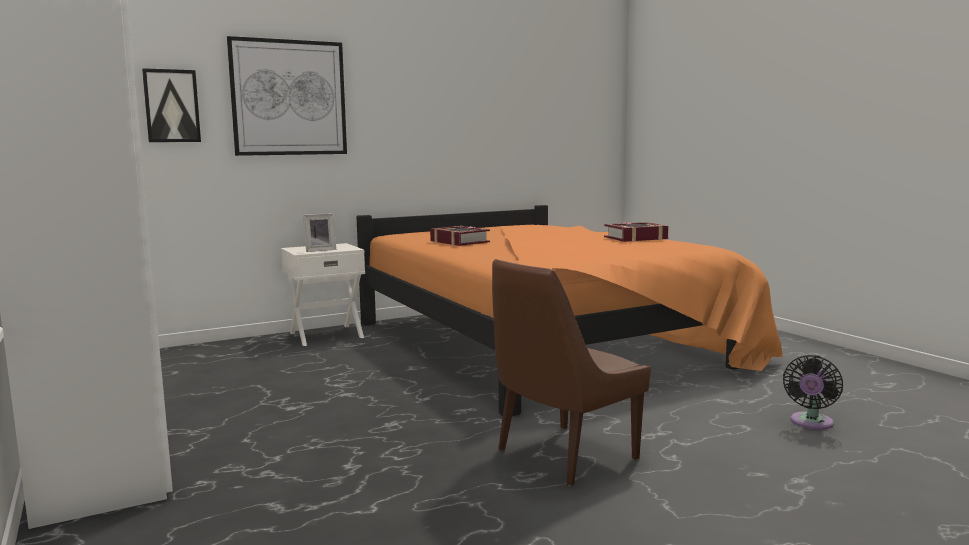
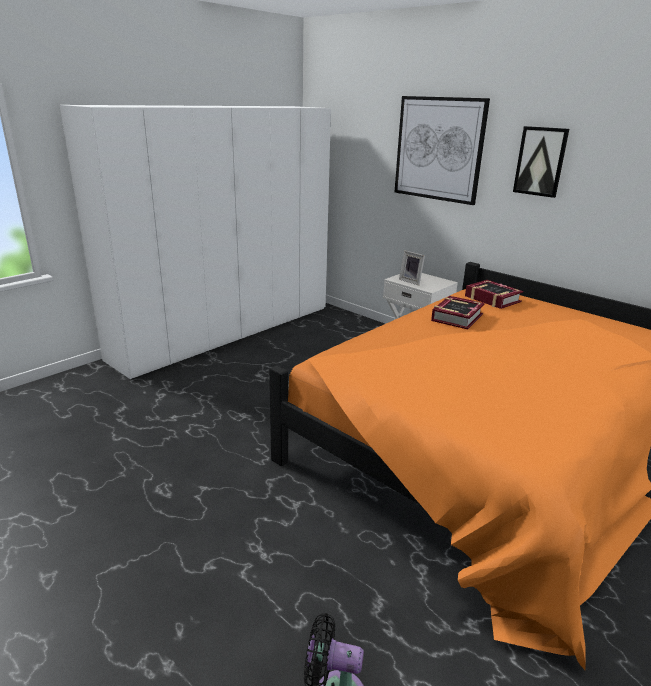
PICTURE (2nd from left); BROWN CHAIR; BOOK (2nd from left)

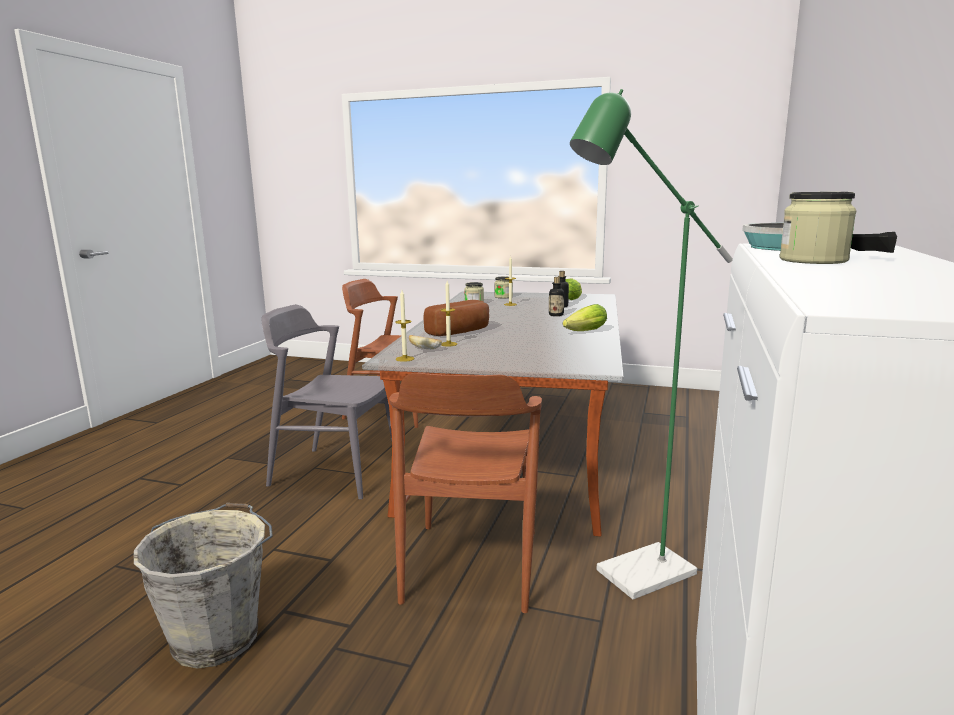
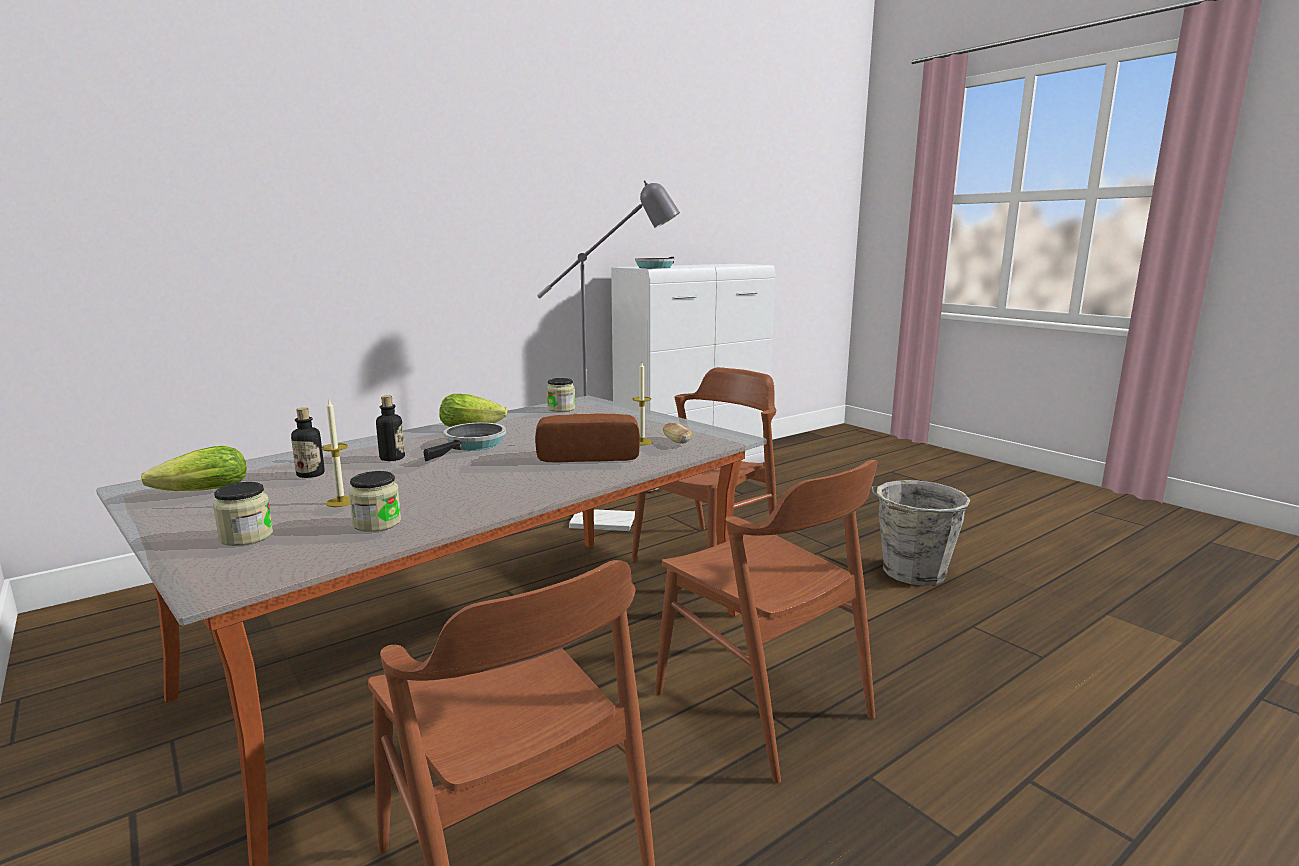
BROWN CHAIR (3rd from left); CANDLE (1st from left in the first image); GREY FLOOR LAMP; JAR (3rd from left); FRYING PAN (1st from left)

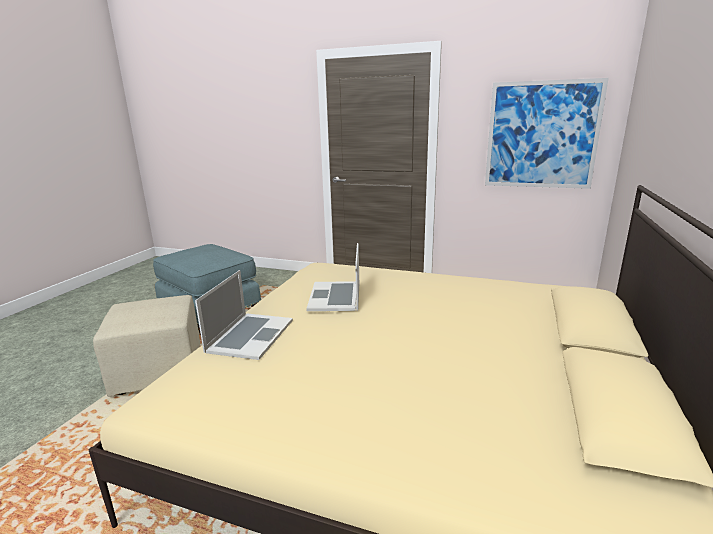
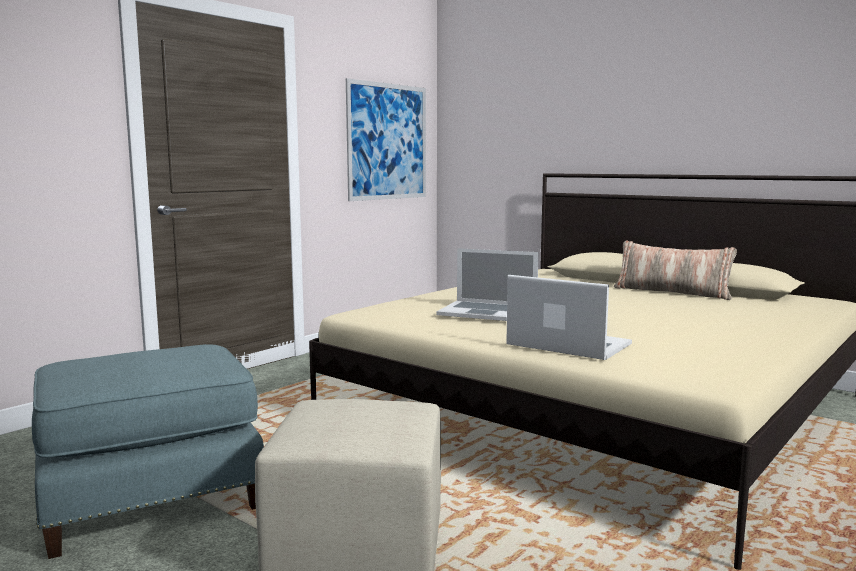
PILLOW

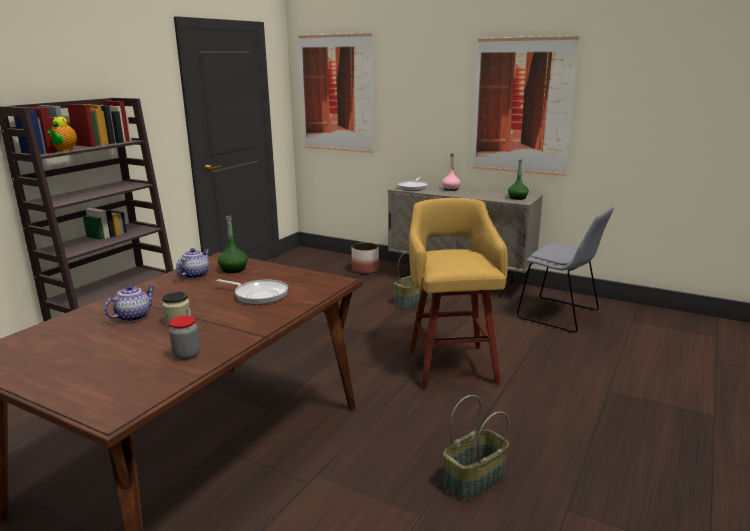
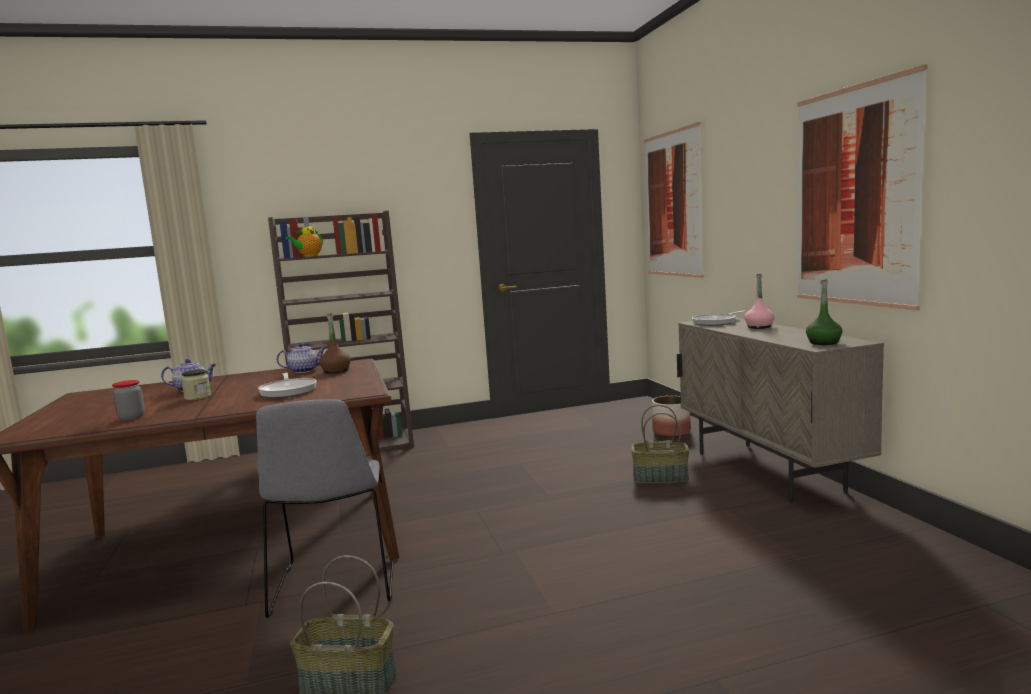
BROWN BOTTLE; YELLOW STOOL; GREY CHAIR

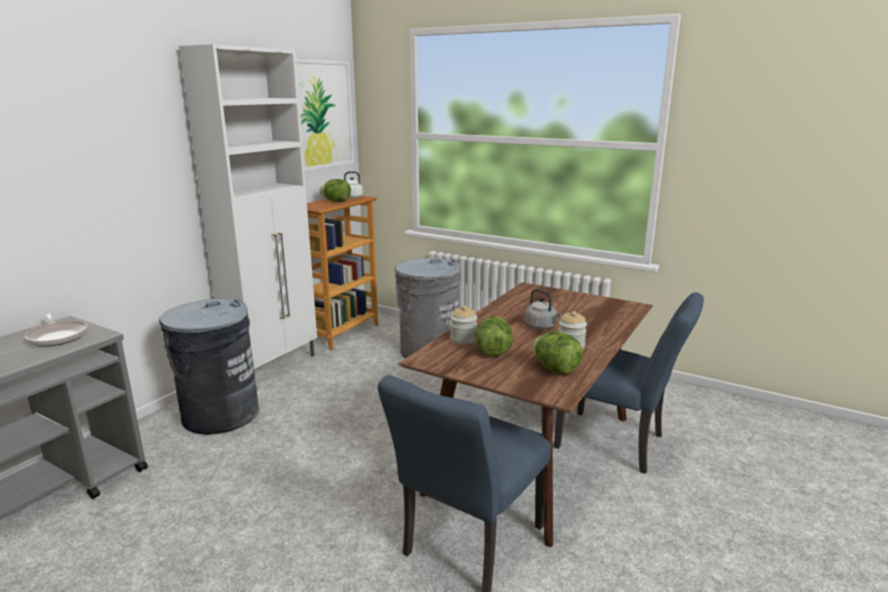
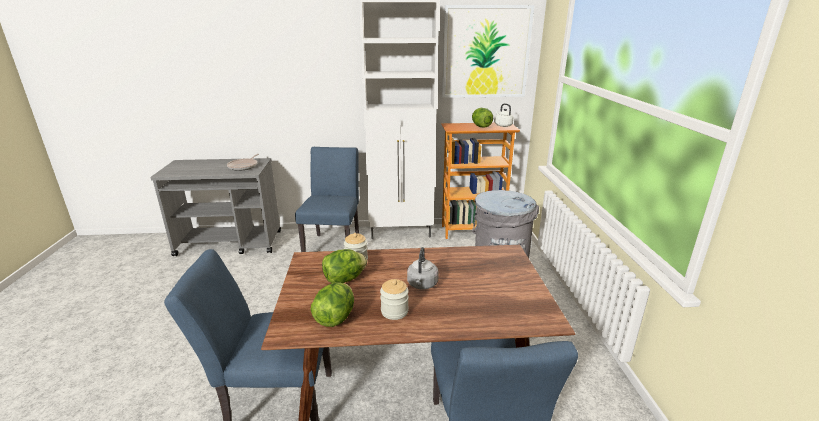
BLUE CHAIR (2nd from left)

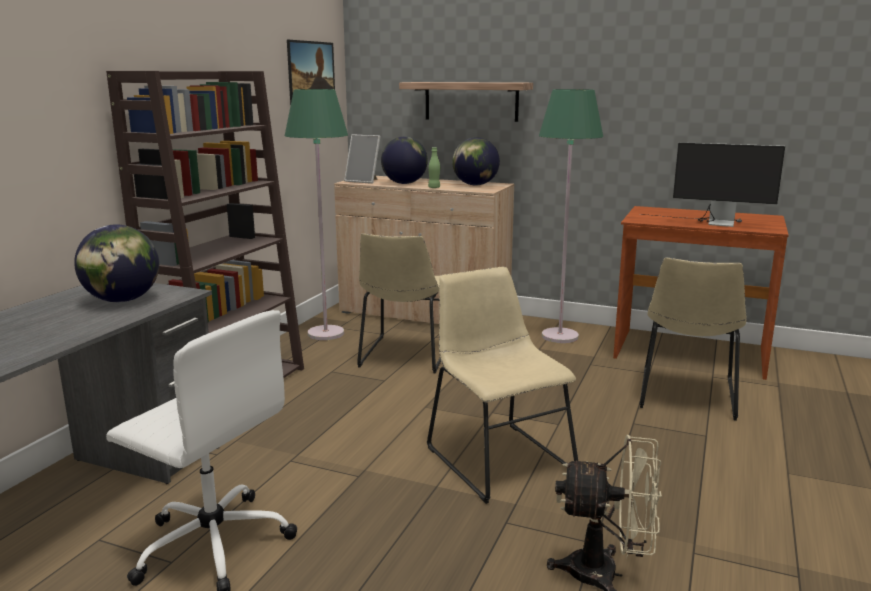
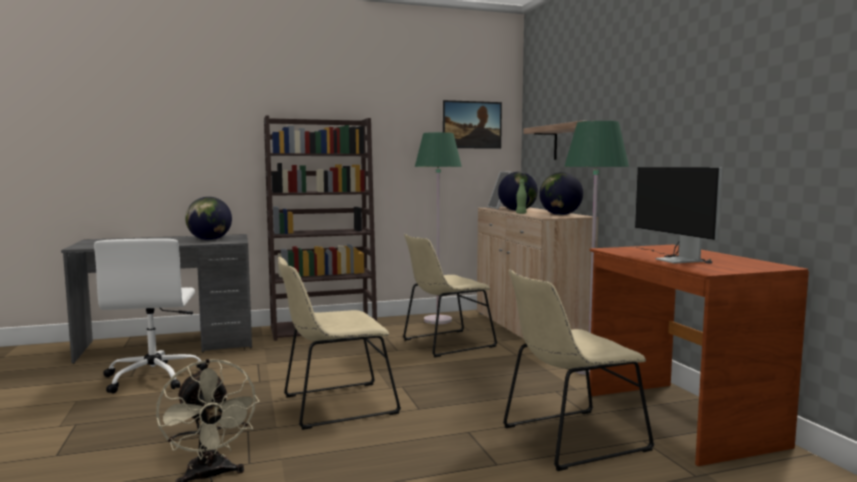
BEIGE CHAIR (1st from left)

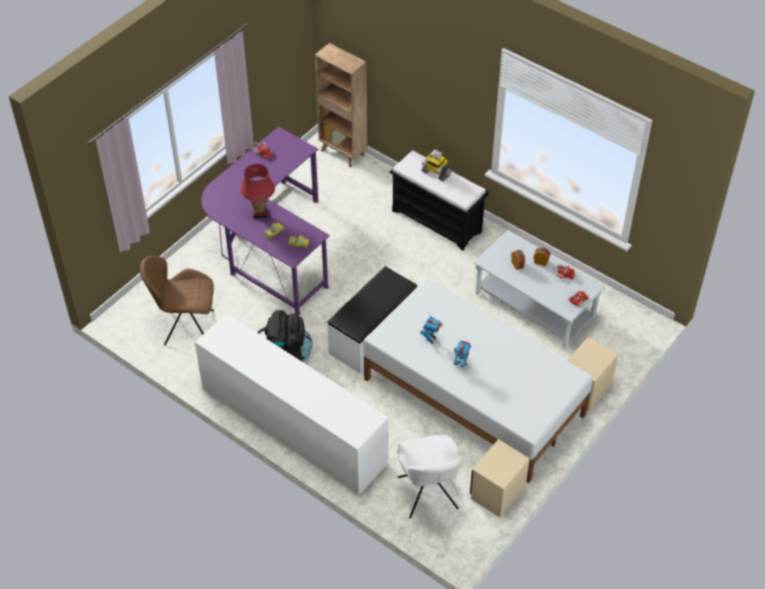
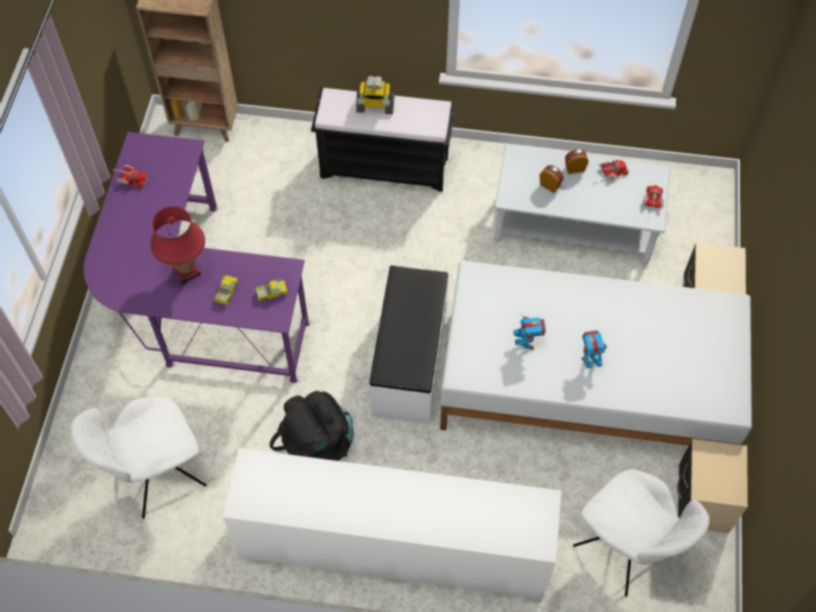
WHITE CHAIR (1st from left)

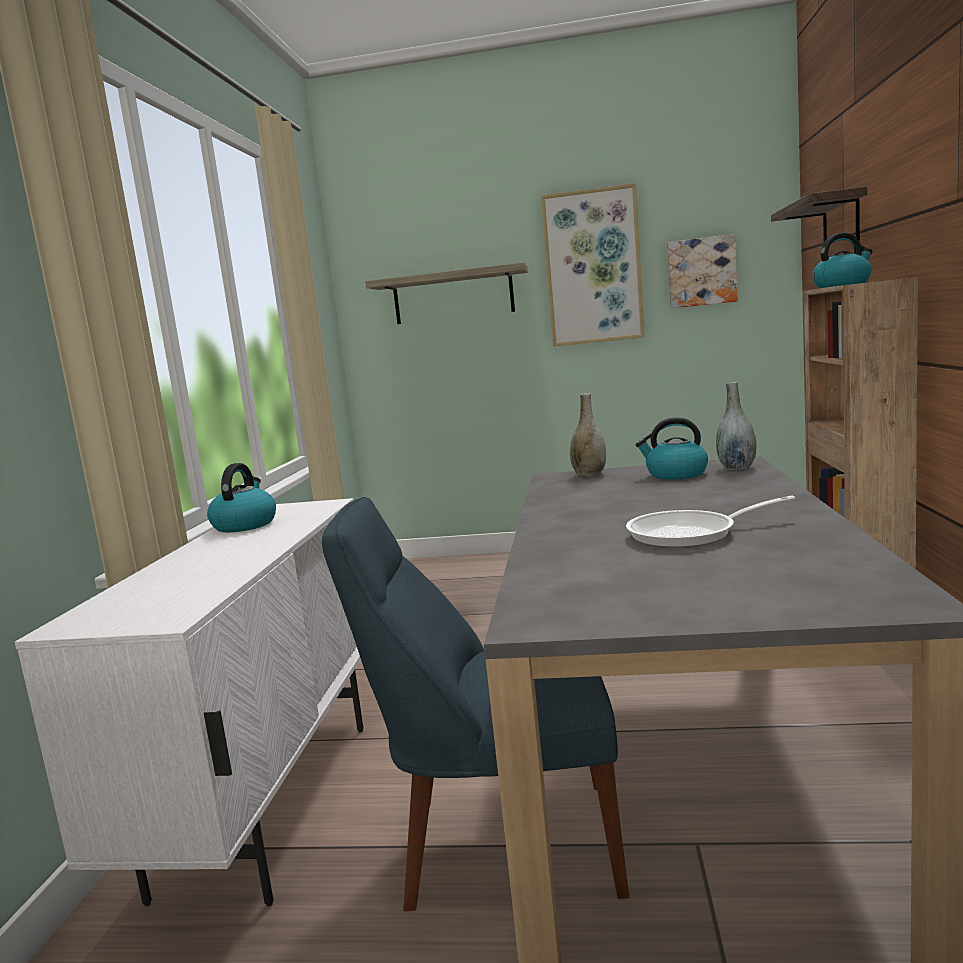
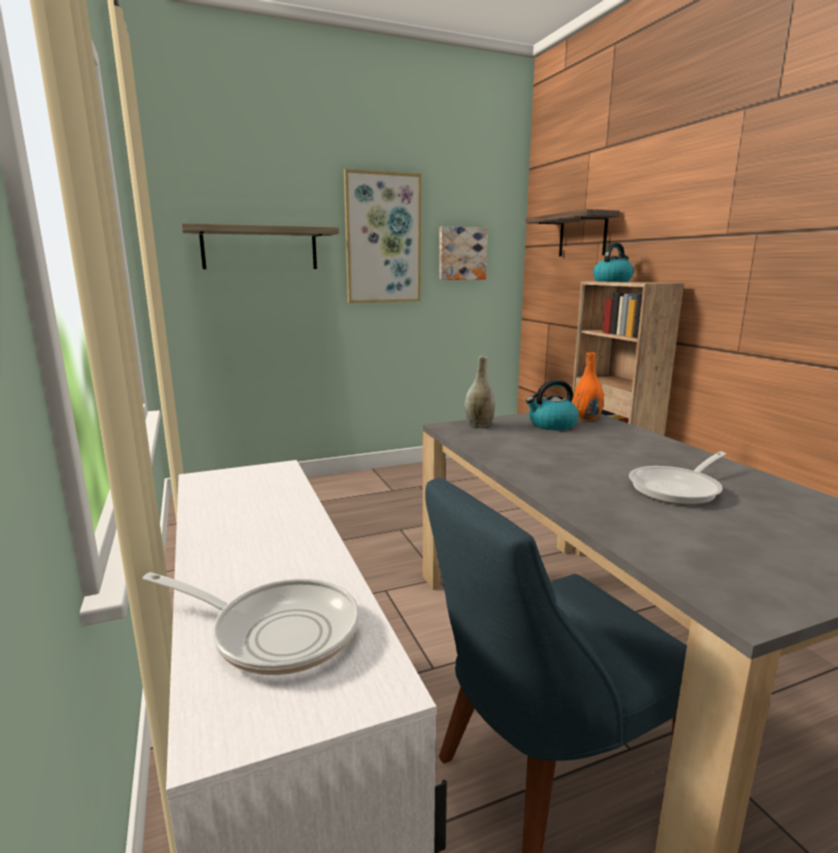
KETTLE (1st from left in the first image); ORANGE VASE; FRYING PAN (1st from left)

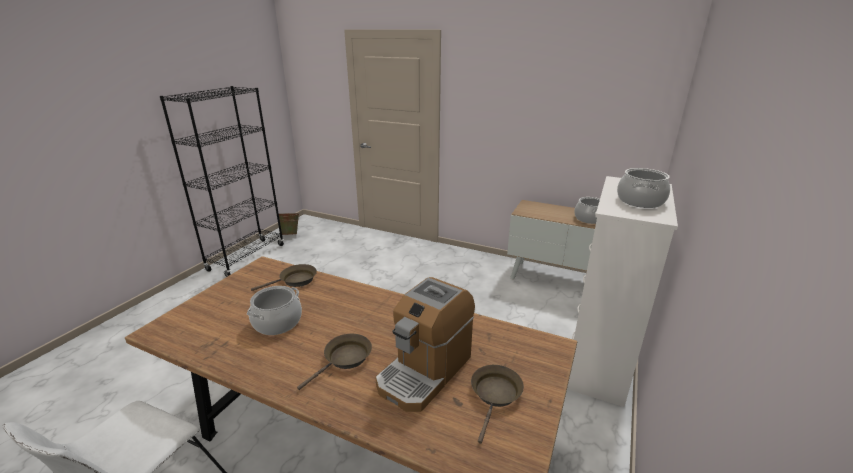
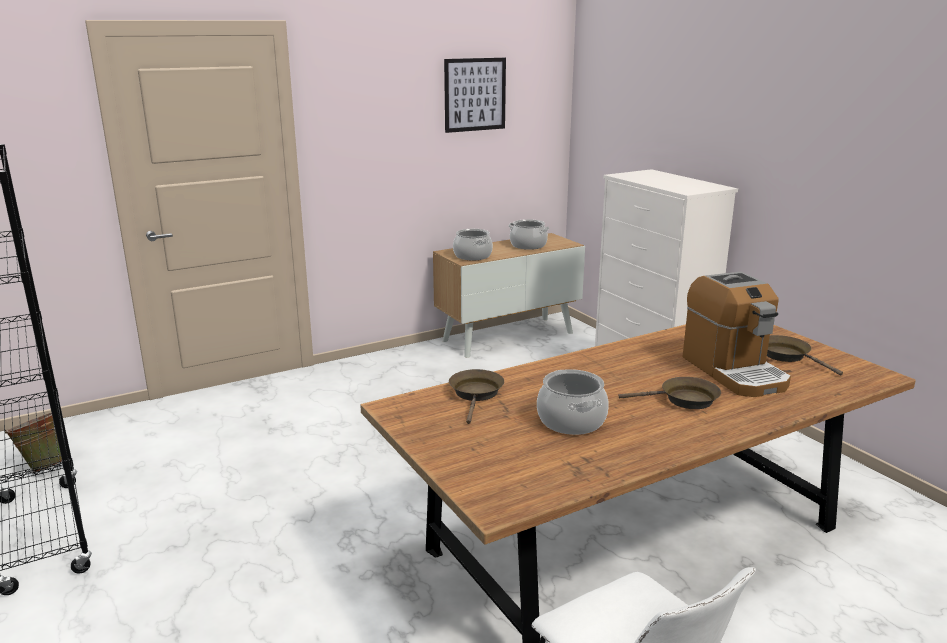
BROWN FRYING PAN (2nd from left); COOKING POT (1st from left); PICTURE

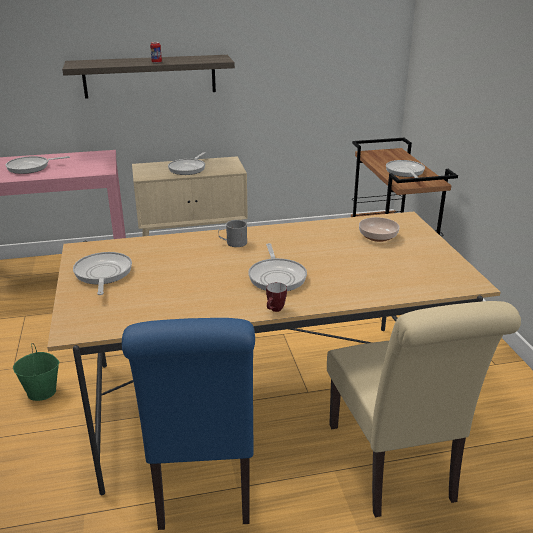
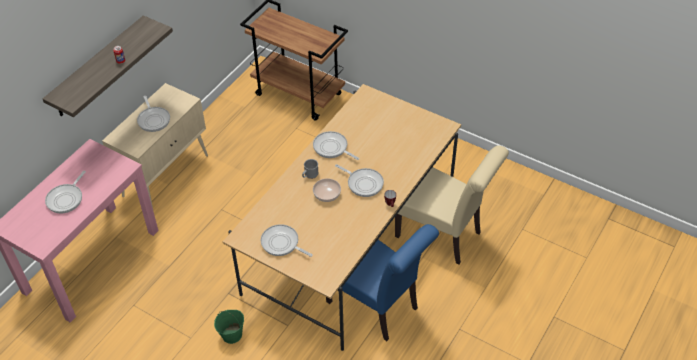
BOWL; FRYING PAN (4th from left)

